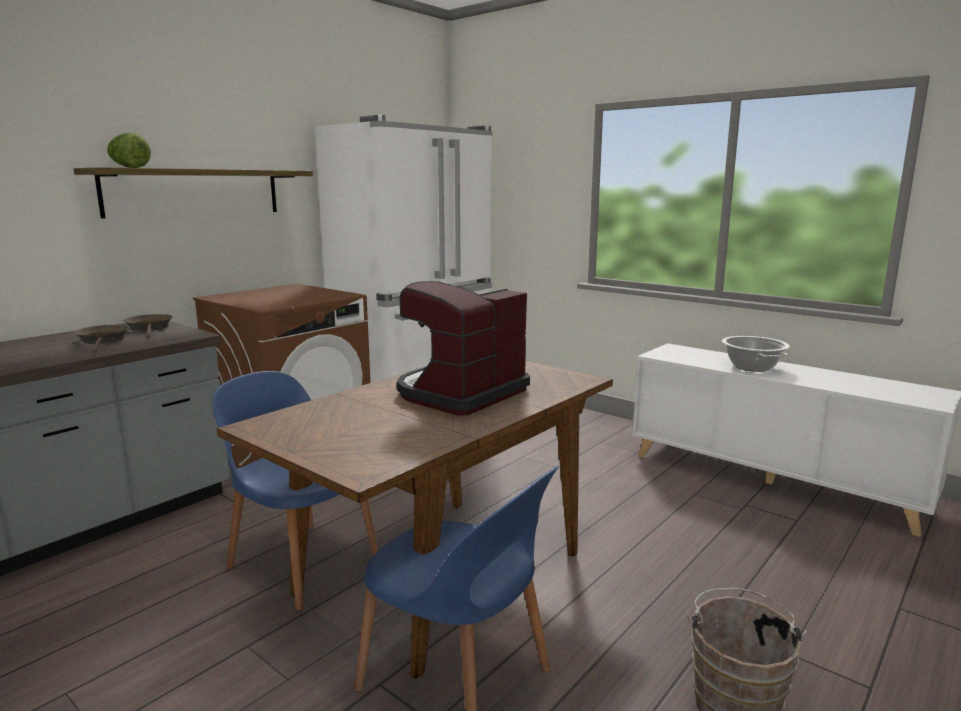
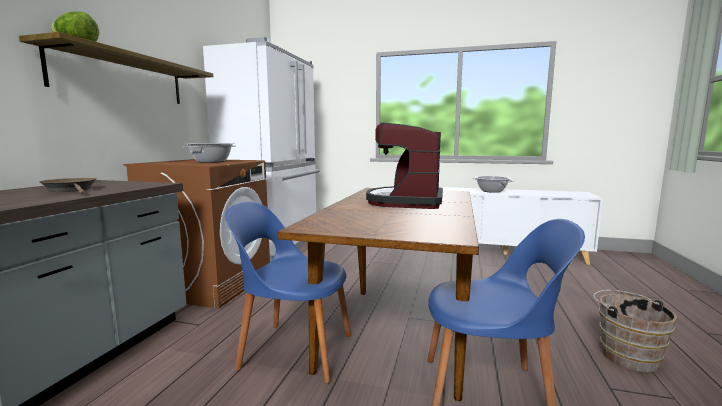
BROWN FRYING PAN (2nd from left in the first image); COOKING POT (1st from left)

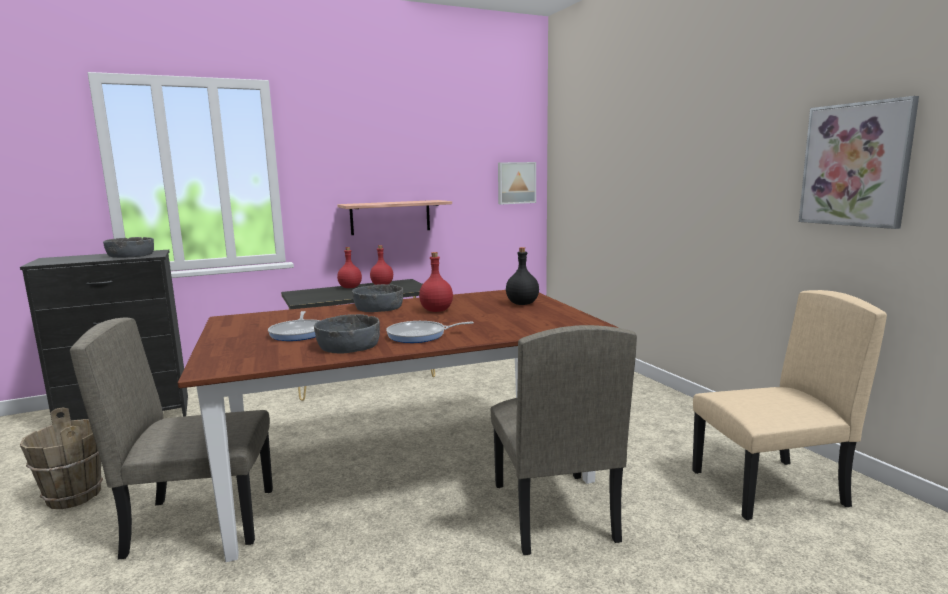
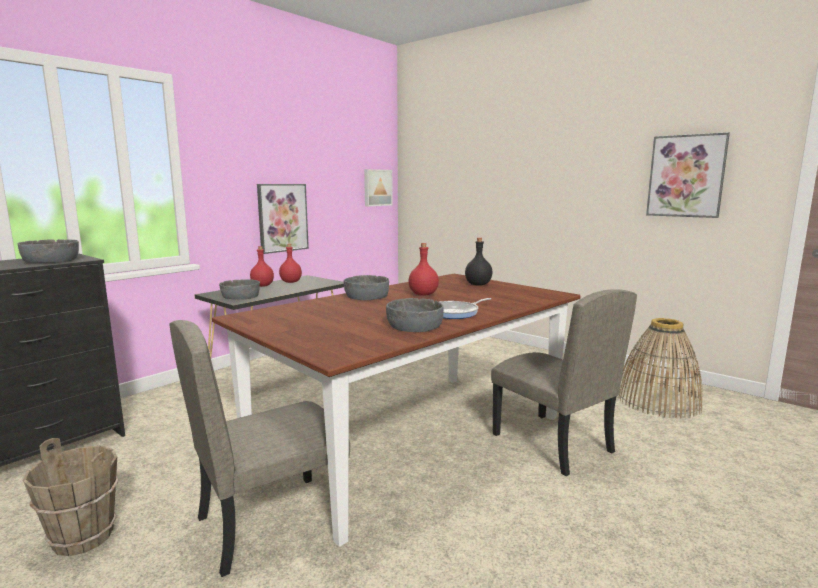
FRYING PAN (1st from left in the first image); PICTURE (1st from left); BASKET; GREY BOWL (2nd from left)

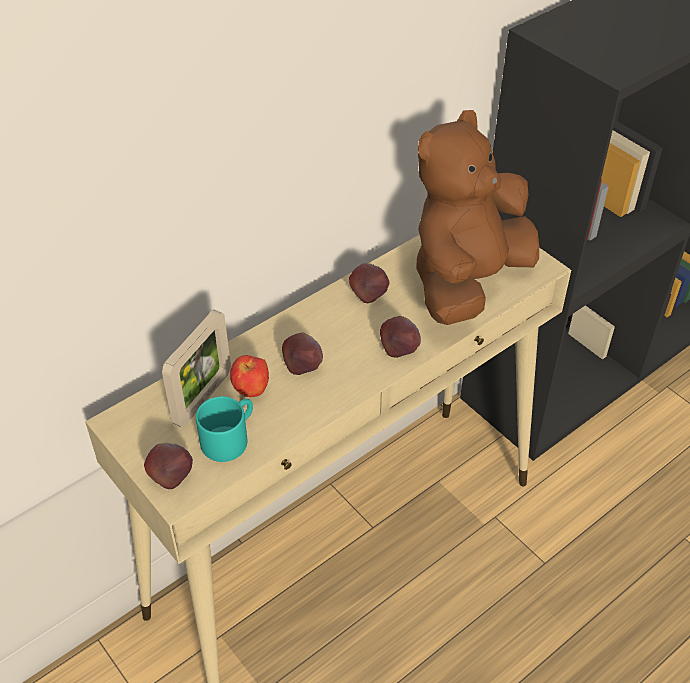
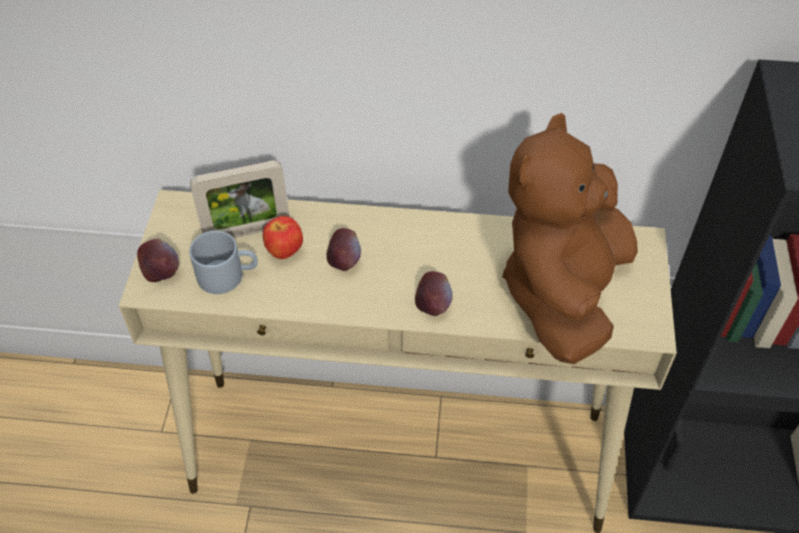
GREY MUG; APPLE (4th from left in the first image); BROWN PLUSH TOY

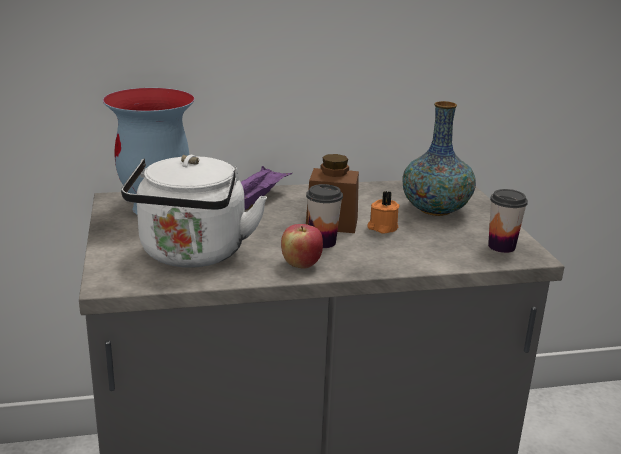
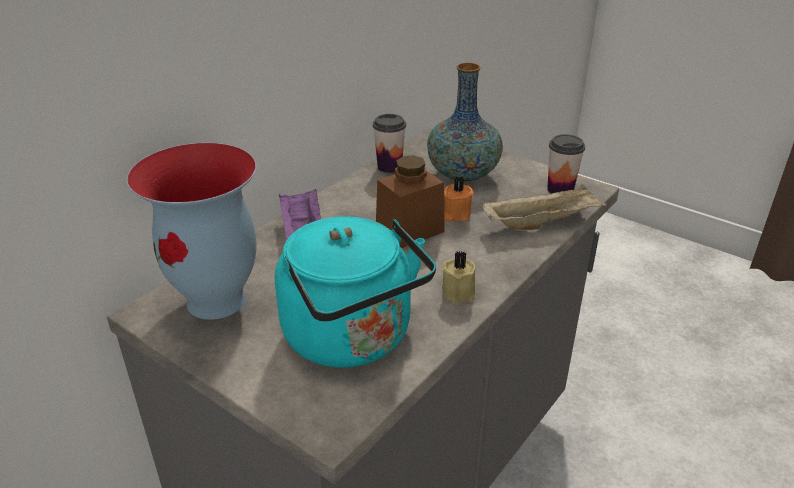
TURQUOISE KETTLE; BEIGE CANDLE; CUP (1st from left); BEIGE TRAY

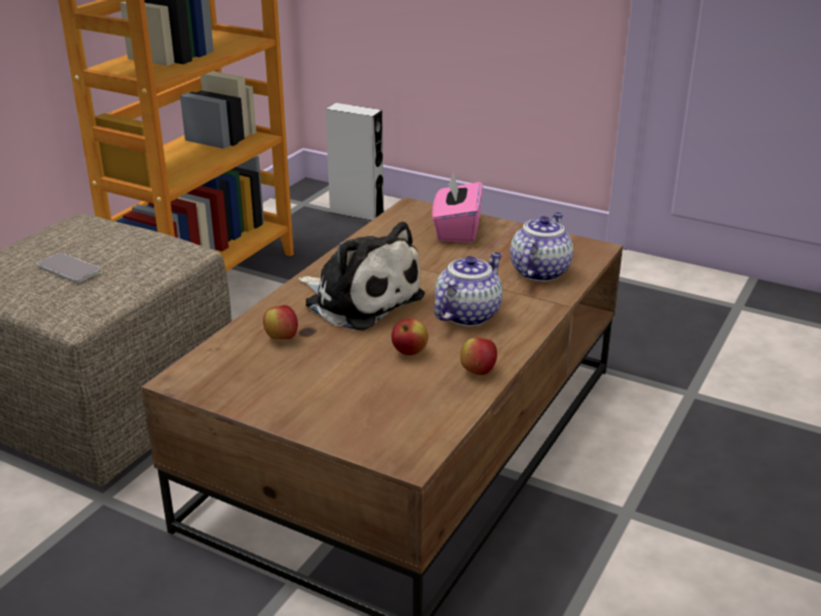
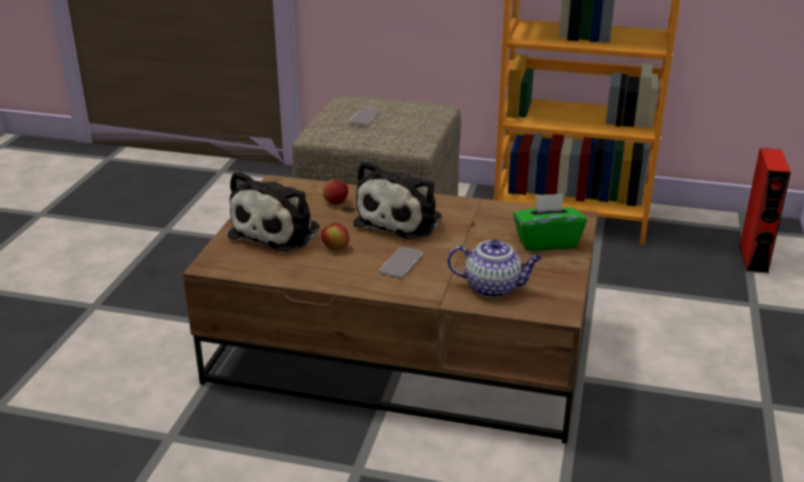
RED SPEAKER; GREEN TISSUE BOX; PHONE (2nd from left); APPLE (3rd from left in the first image); PLUSH TOY (1st from left)

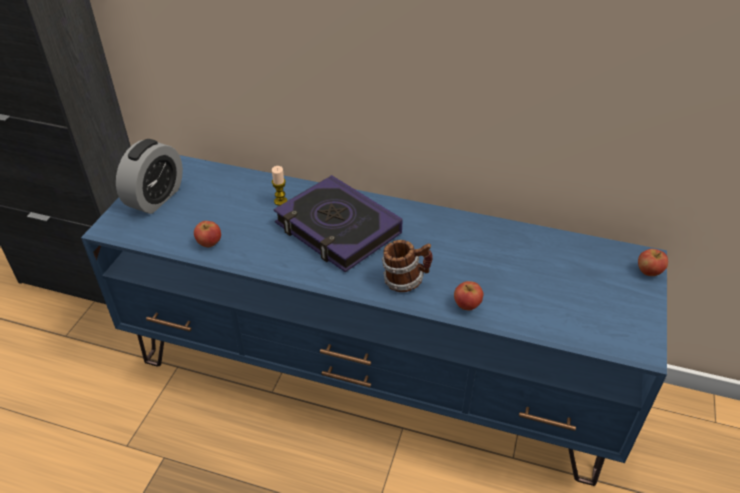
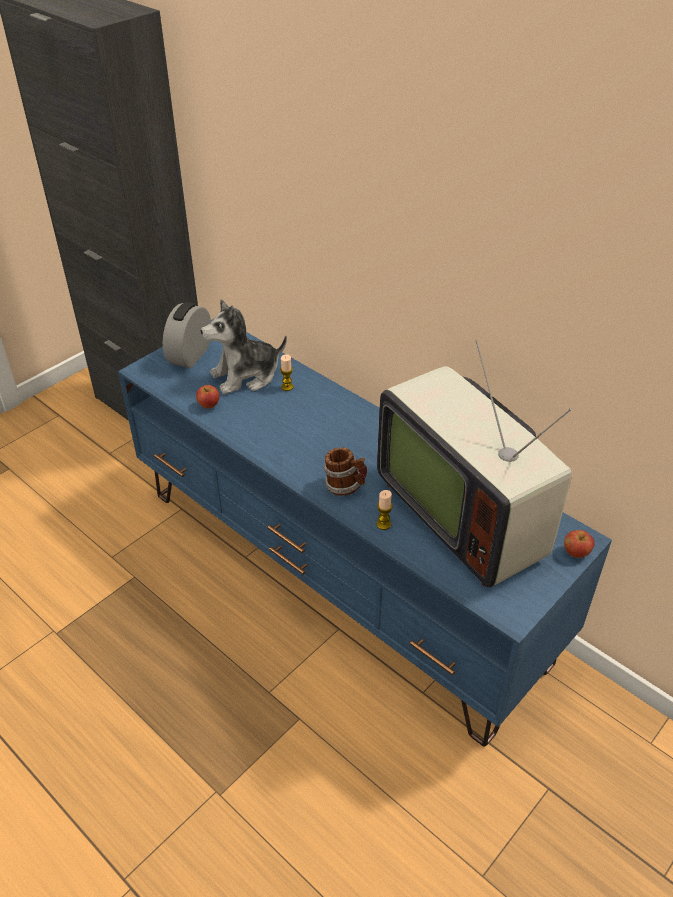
ALARM CLOCK; BOOK; CANDLE (2nd from left); PLUSH TOY; TELEVISION

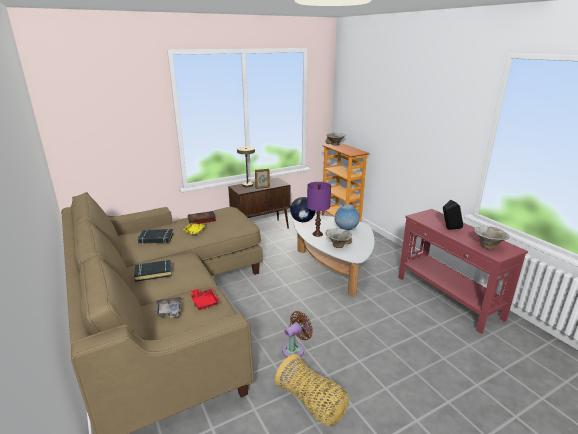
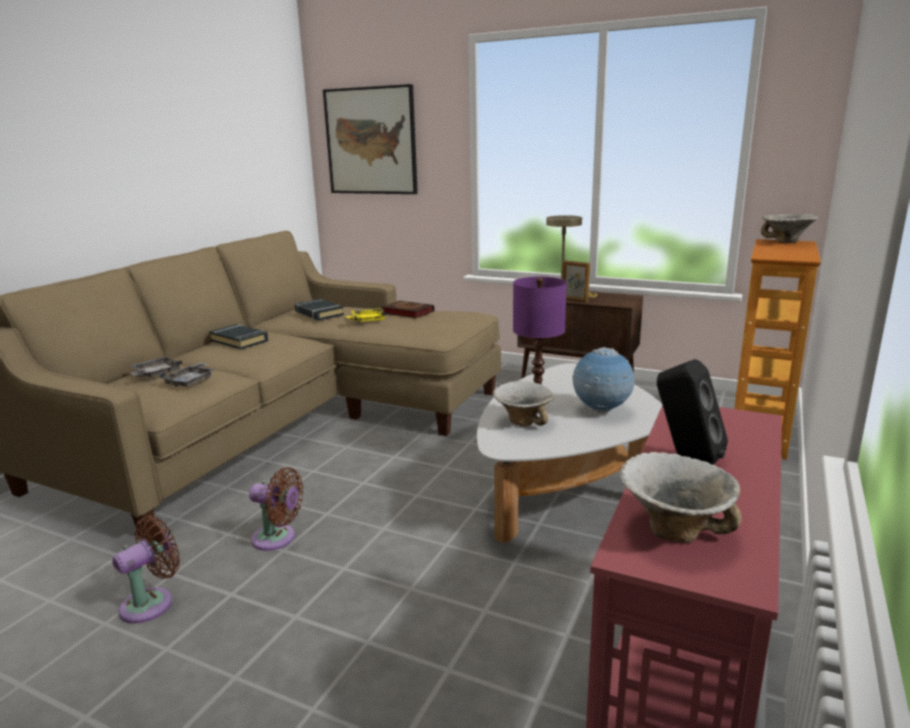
GREY TRAY (2nd from left); BROWN FAN (1st from left); GLOBE (1st from left in the first image); PICTURE

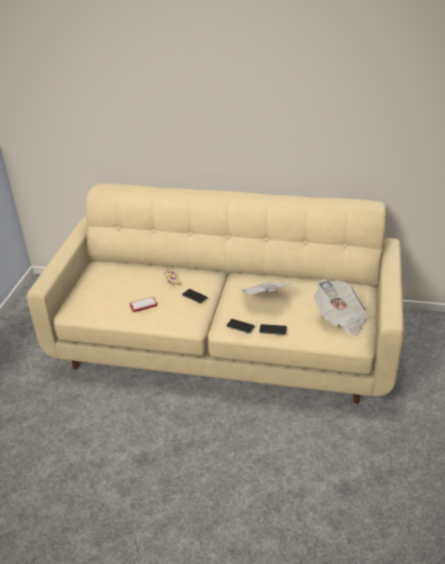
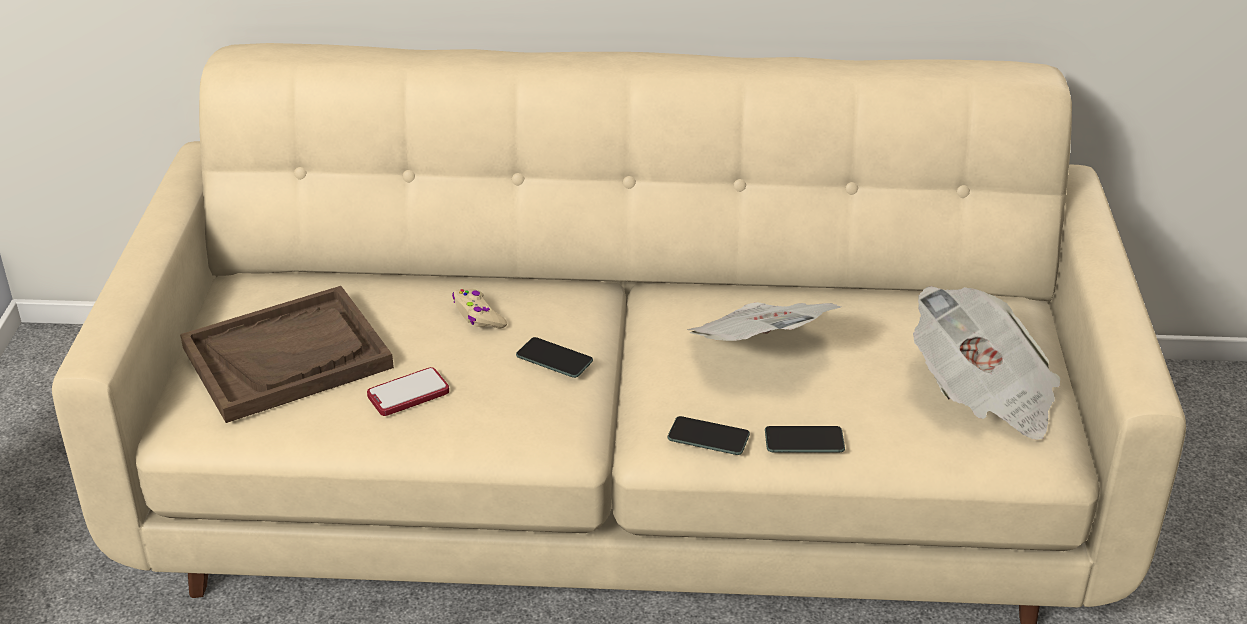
BROWN TRAY

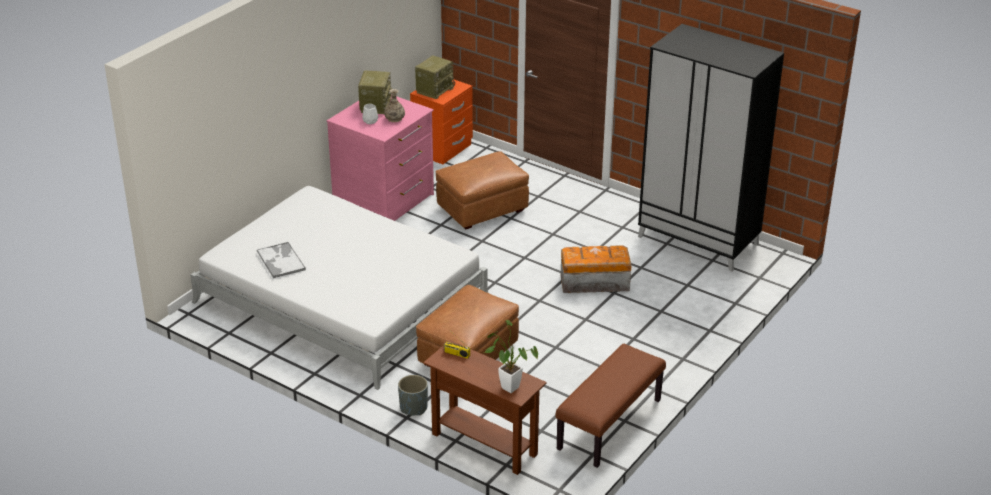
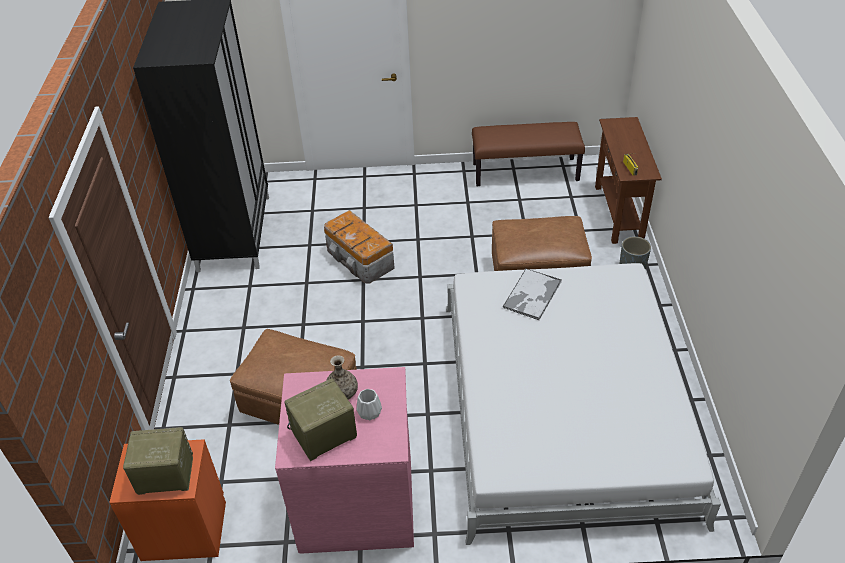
TRAY; POTTED PLANT

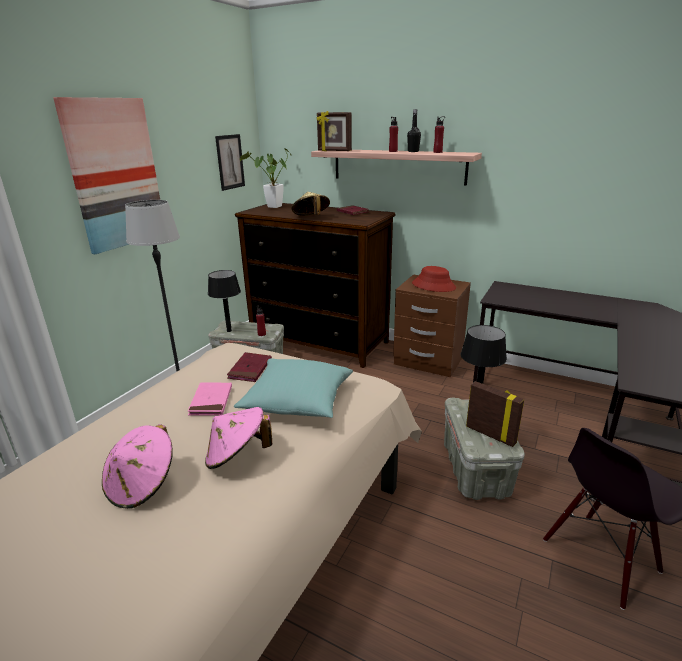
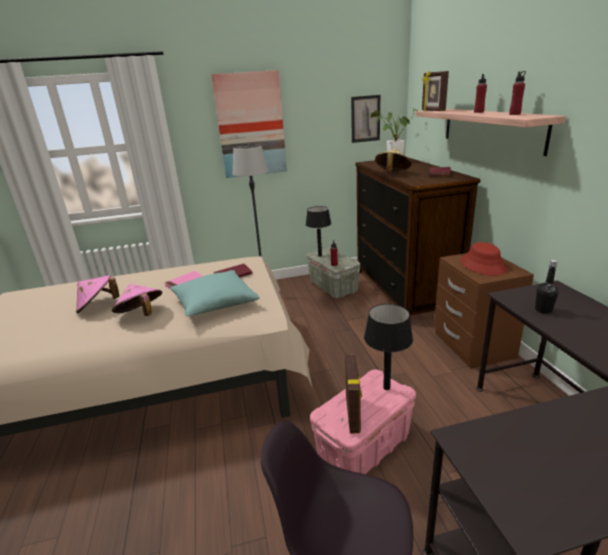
BLACK BOTTLE; PINK STORAGE BOX

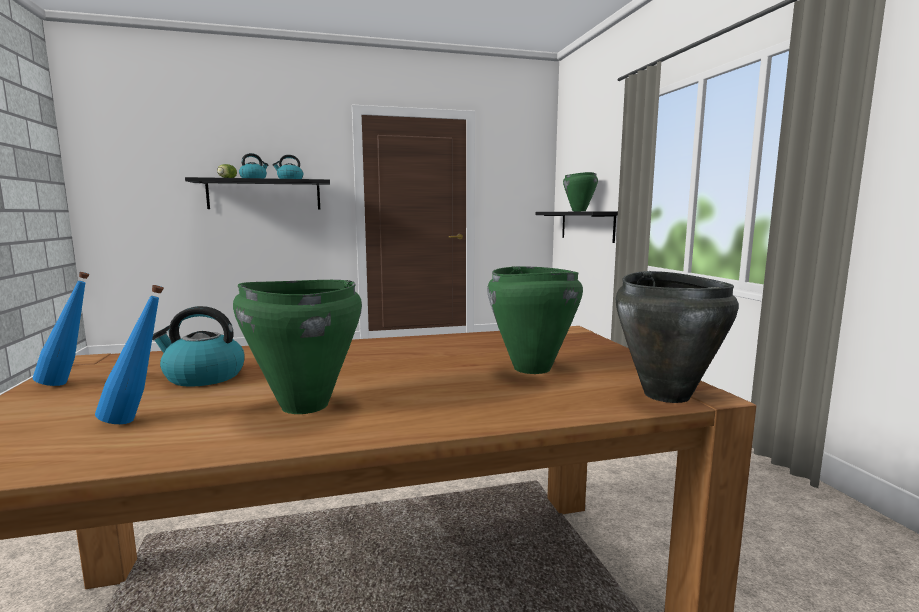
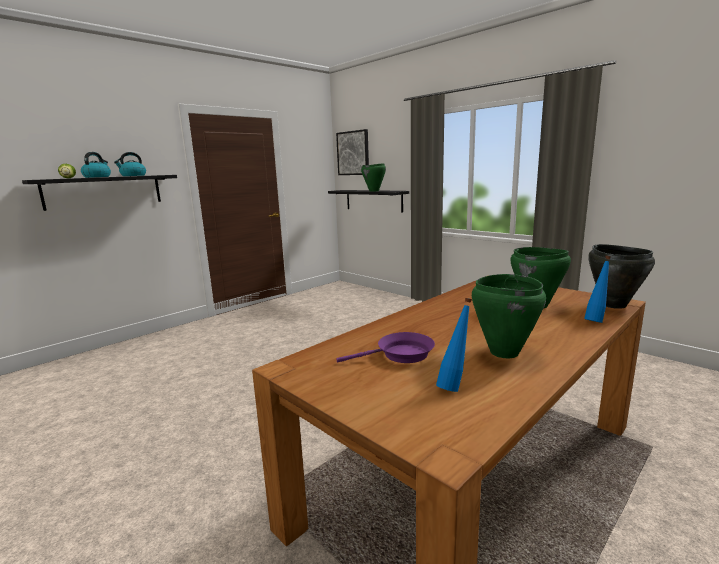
BLUE BOTTLE (2nd from left); PURPLE FRYING PAN; PICTURE

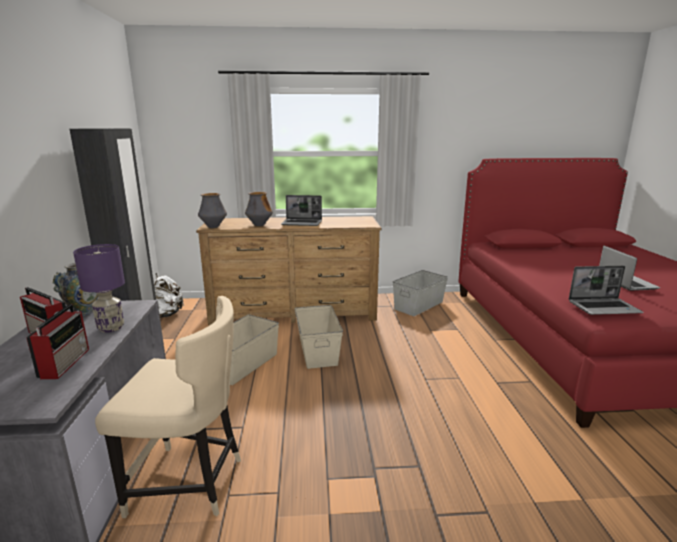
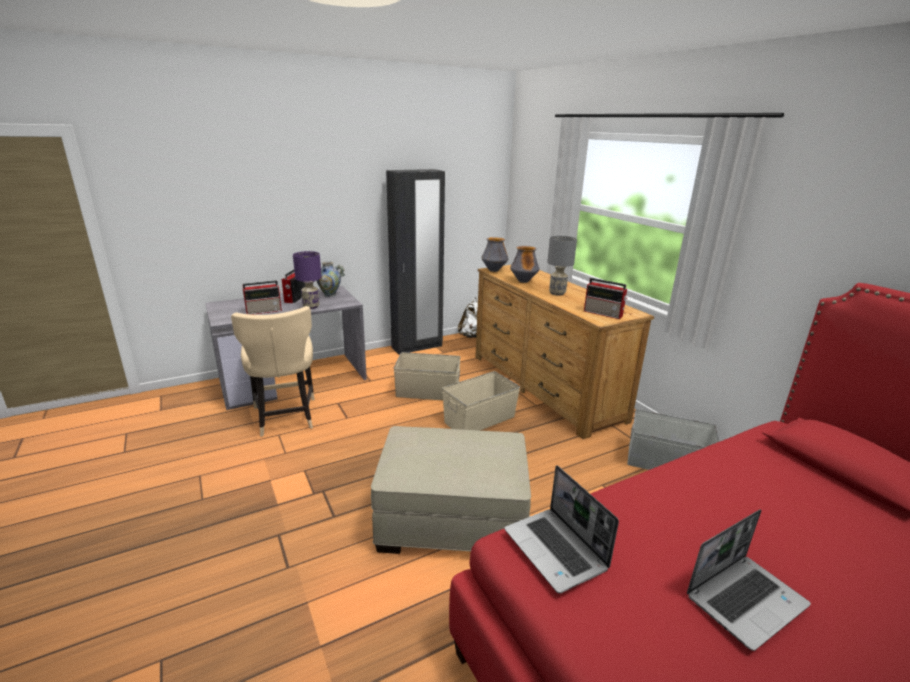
GREY TABLE LAMP; BEIGE OTTOMAN; RADIO (3rd from left)

